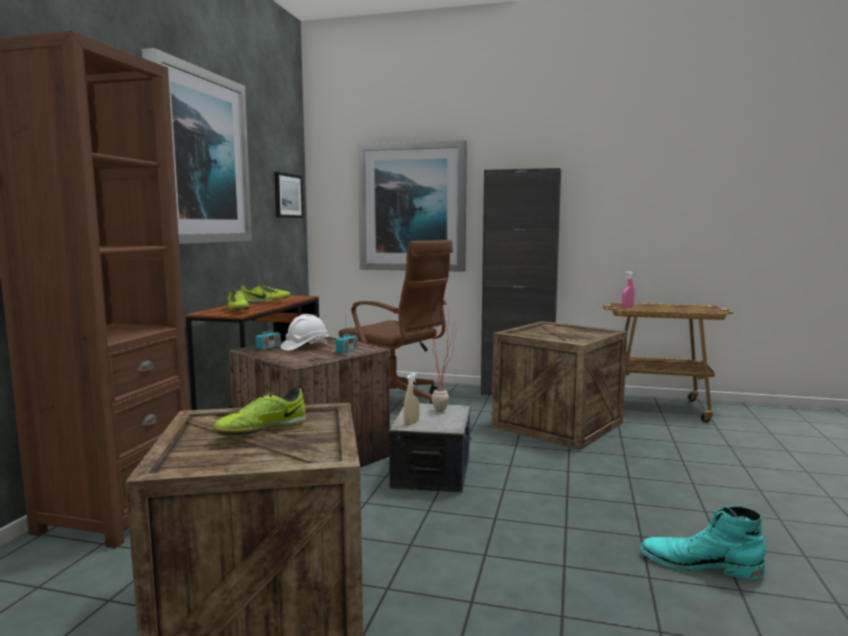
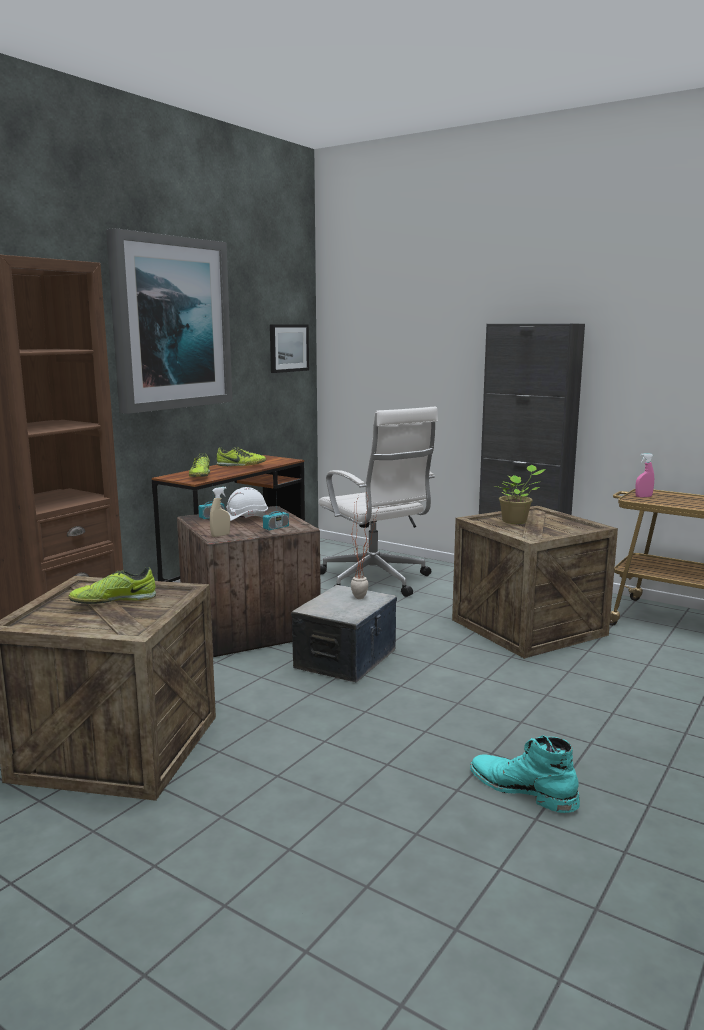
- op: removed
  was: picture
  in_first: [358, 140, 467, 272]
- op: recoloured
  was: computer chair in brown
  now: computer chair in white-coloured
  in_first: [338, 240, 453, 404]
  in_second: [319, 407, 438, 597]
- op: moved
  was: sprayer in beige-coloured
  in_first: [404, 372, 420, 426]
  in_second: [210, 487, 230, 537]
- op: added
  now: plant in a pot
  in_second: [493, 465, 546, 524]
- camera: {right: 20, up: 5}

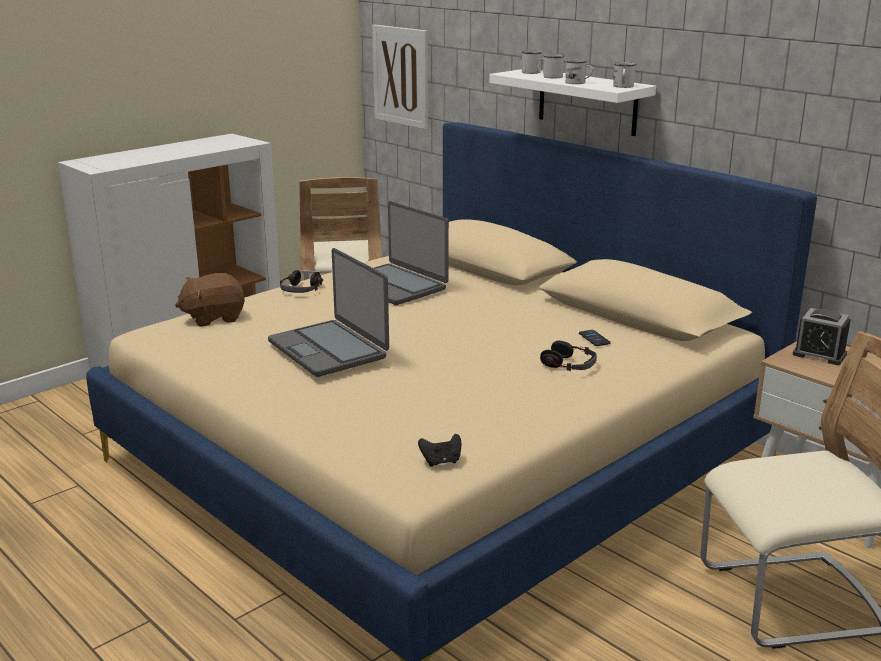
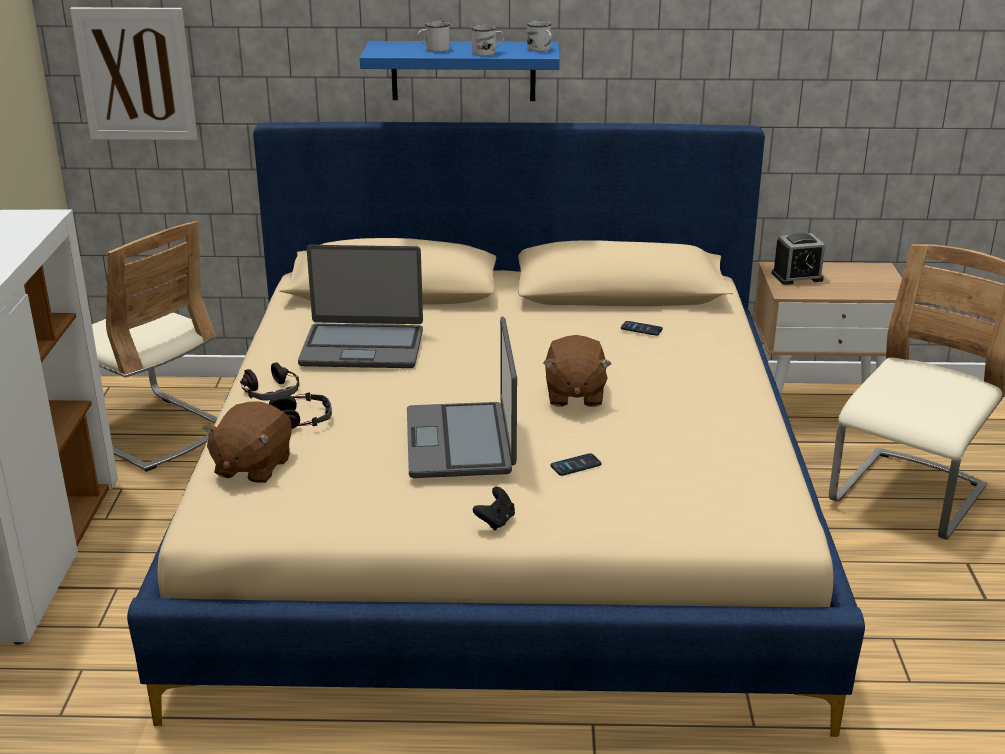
- op: removed
  was: coffee mug in white-coloured
  in_first: [521, 50, 542, 74]
- op: recoloured
  was: shelf in white-coloured
  now: shelf in bluish
  in_first: [489, 69, 656, 136]
  in_second: [360, 41, 560, 101]
- op: turned
  was: notebook computer
  in_first: [268, 248, 389, 377]
  in_second: [407, 316, 517, 478]
  clockwise: 75
- op: moved
  was: headset
  in_first: [540, 341, 597, 371]
  in_second: [269, 392, 332, 429]
- op: moved
  was: game controller in black
  in_first: [418, 434, 461, 467]
  in_second: [473, 487, 515, 530]
- op: added
  now: soft toy in brown
  in_second: [543, 335, 611, 407]
- op: added
  now: handset
  in_second: [551, 453, 601, 476]
- camera: {right: -45, up: 5}

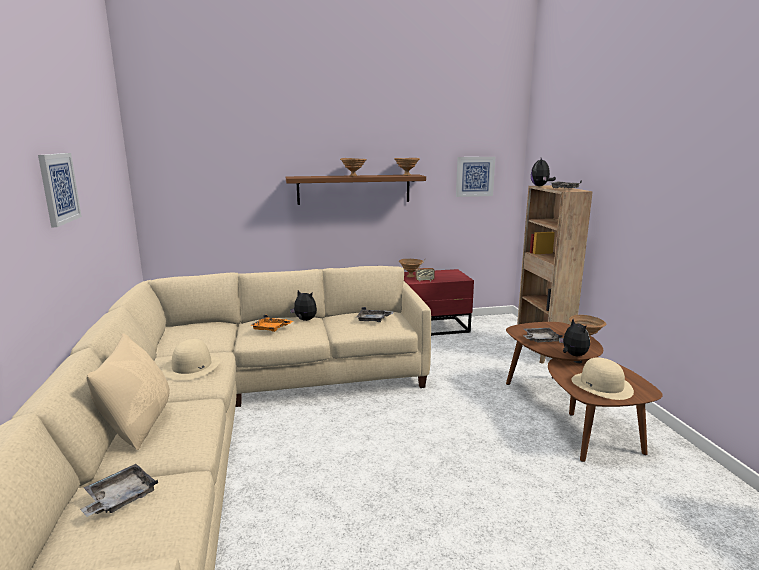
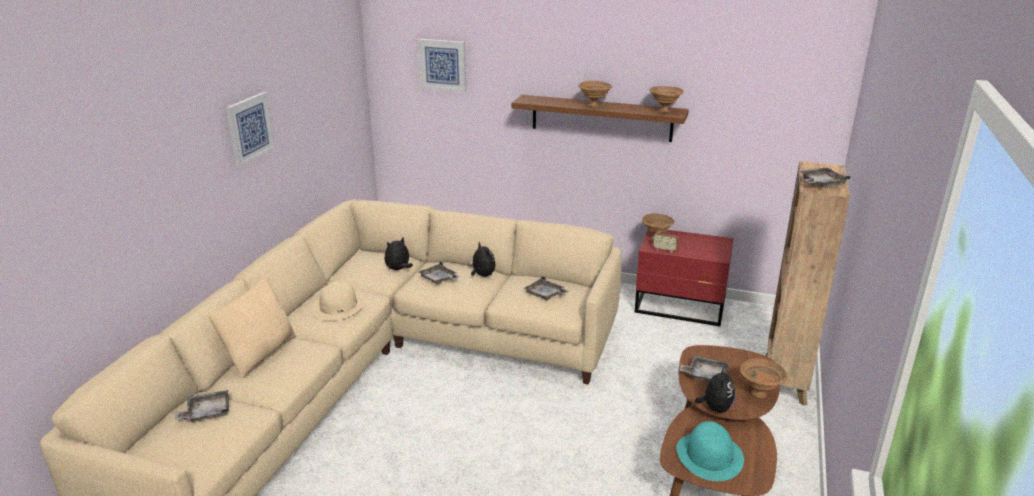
- op: moved
  was: picture
  in_first: [456, 157, 495, 197]
  in_second: [418, 39, 466, 92]
- op: moved
  was: soft toy
  in_first: [531, 158, 556, 186]
  in_second: [384, 237, 413, 270]
- op: recoloured
  was: serving tray in orange-coloured
  now: serving tray in grey
  in_first: [250, 315, 293, 332]
  in_second: [419, 262, 460, 284]
- op: recoloured
  was: hat in beige-coloured
  now: hat in turquoise-coloured
  in_first: [571, 357, 634, 400]
  in_second: [676, 421, 744, 481]
- camera: {right: 30, up: 10}

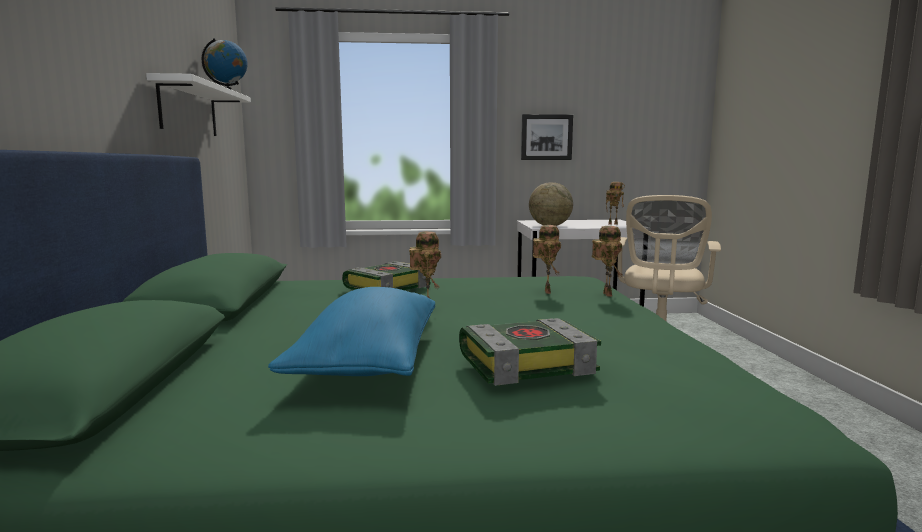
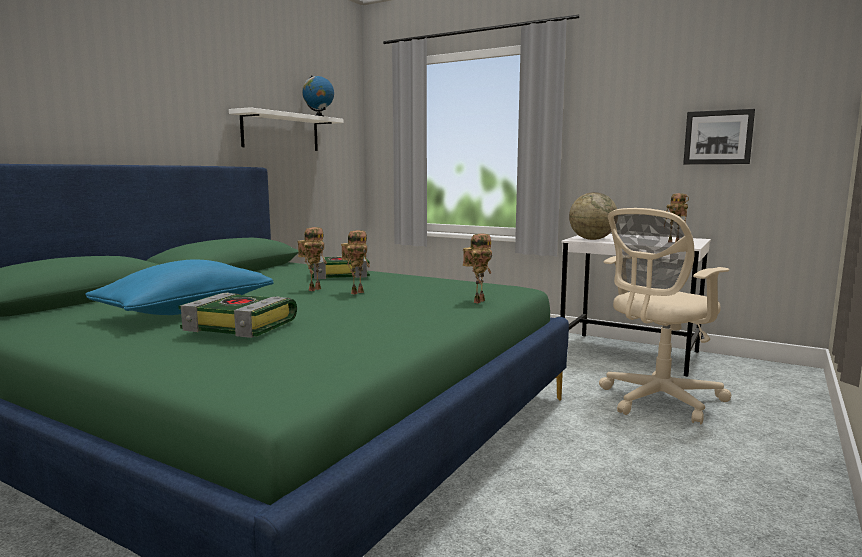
- op: moved
  was: picture
  in_first: [521, 114, 573, 160]
  in_second: [683, 109, 755, 164]
- op: moved
  was: toy robot
  in_first: [533, 225, 561, 294]
  in_second: [341, 230, 370, 295]
- camera: {right: 35, up: 0}

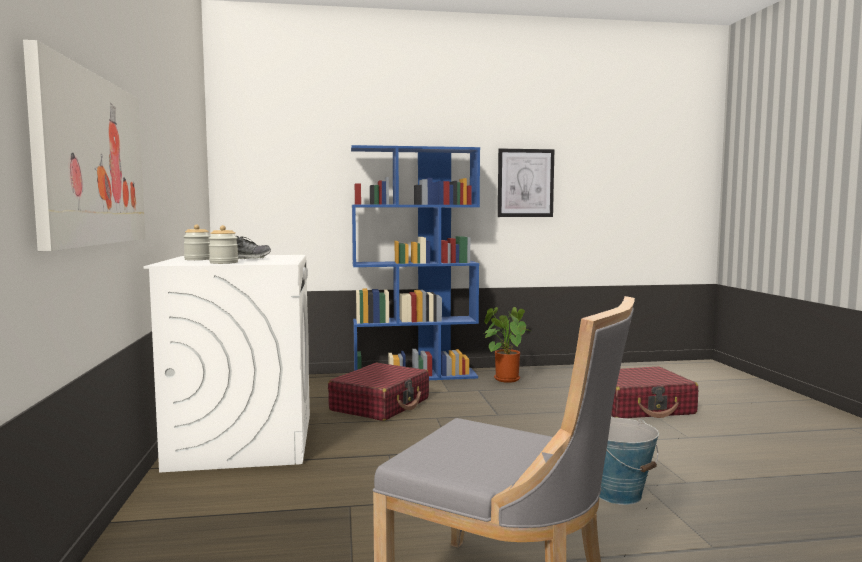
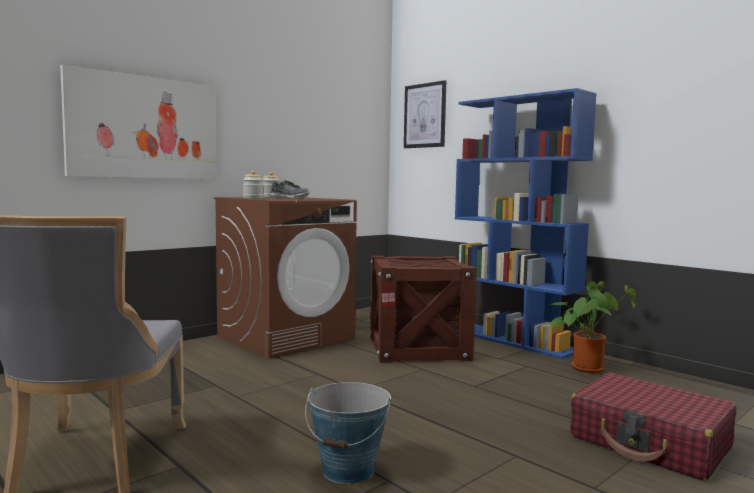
- op: moved
  was: picture
  in_first: [498, 148, 554, 217]
  in_second: [404, 80, 446, 148]
- op: recoloured
  was: laundry appliance in white-coloured
  now: laundry appliance in brown
  in_first: [144, 255, 310, 473]
  in_second: [214, 197, 357, 358]
- op: replaced
  was: travel case in reddish
  now: crate
  in_first: [328, 363, 429, 421]
  in_second: [369, 256, 477, 363]
- camera: {right: 55, up: 0}

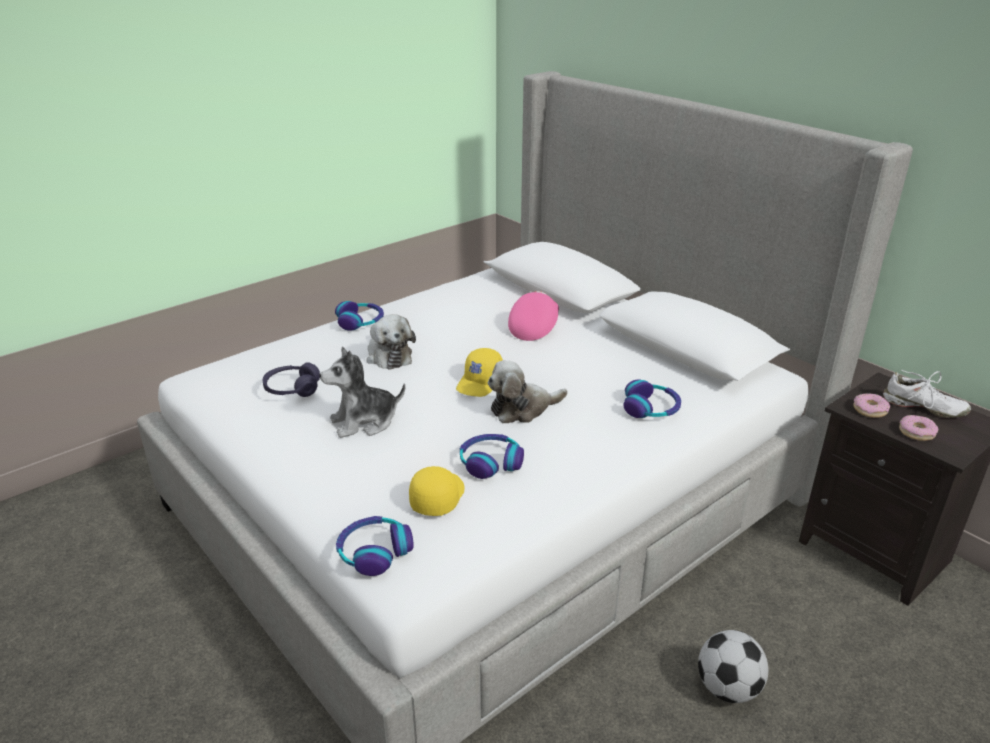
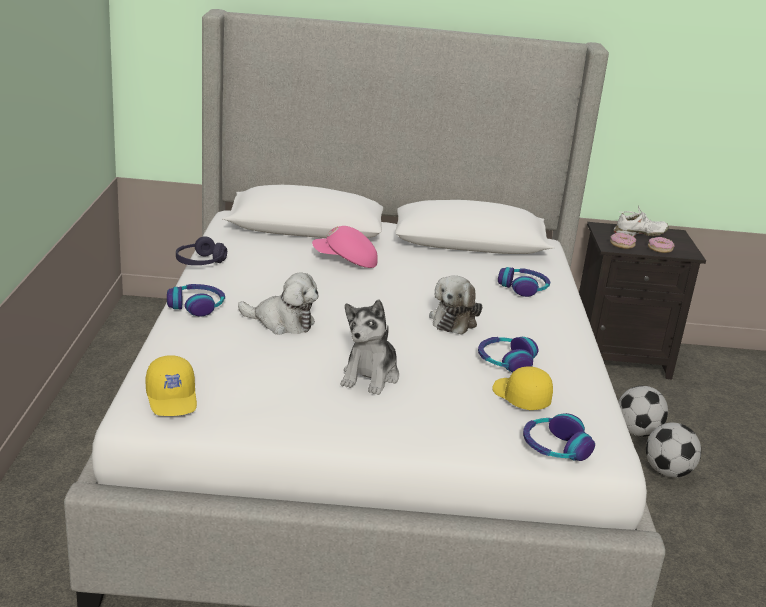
- op: turned
  was: baseball cap in pinkish
  in_first: [508, 291, 559, 341]
  in_second: [312, 226, 378, 268]
  clockwise: -60
- op: moved
  was: baseball cap in yellow-coloured
  in_first: [456, 348, 503, 397]
  in_second: [146, 355, 197, 416]
- op: moved
  was: headset in purplish
  in_first: [262, 362, 320, 397]
  in_second: [176, 236, 227, 265]
- op: added
  now: football ball
  in_second: [618, 386, 668, 437]
- camera: {right: -50, up: -5}

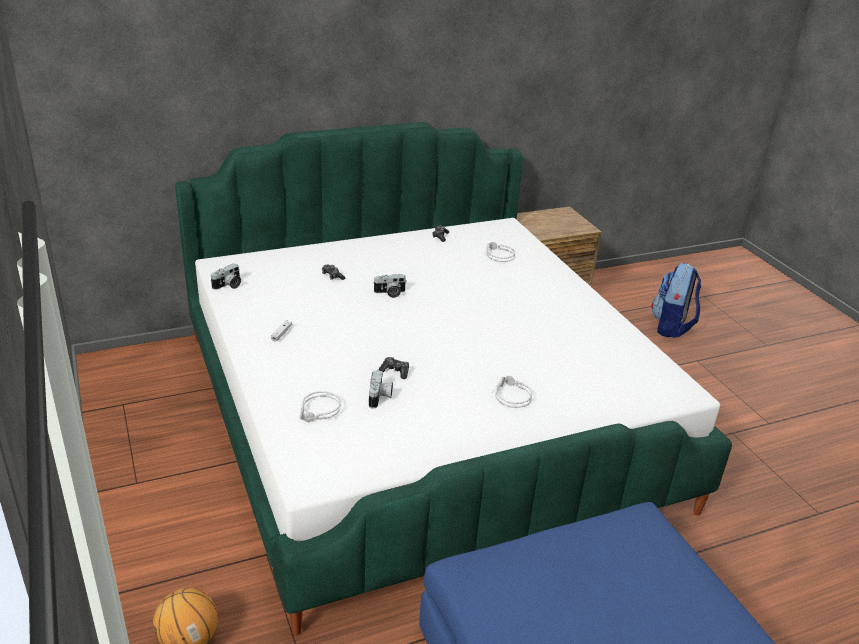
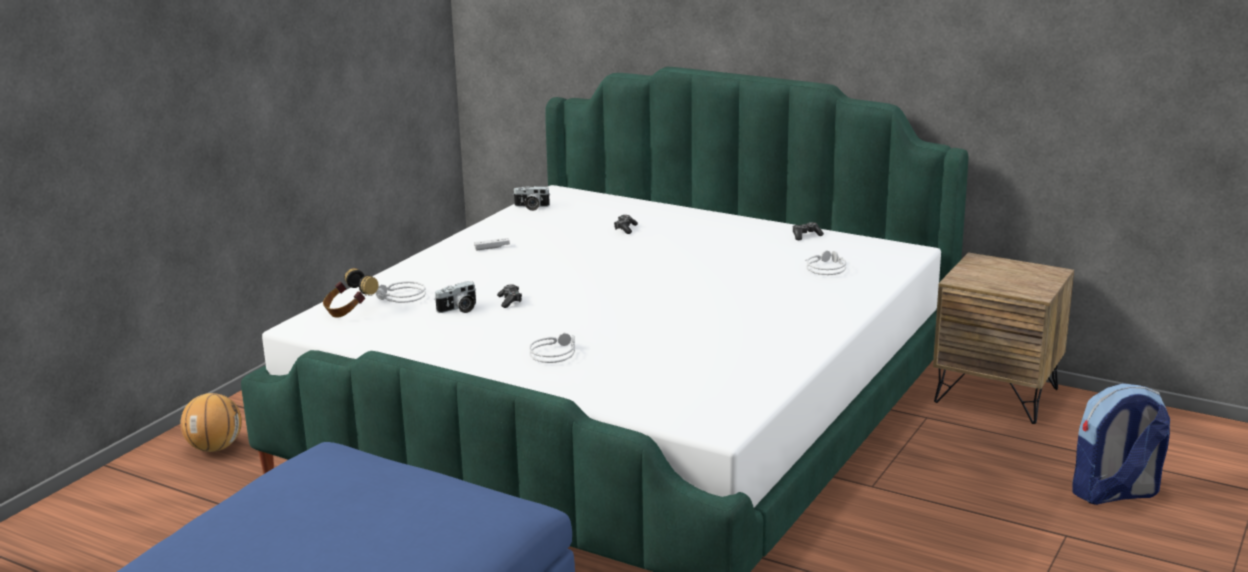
- op: removed
  was: photo camera
  in_first: [374, 274, 406, 298]
- op: added
  now: headset
  in_second: [323, 268, 378, 318]
- camera: {right: 55, up: -10}

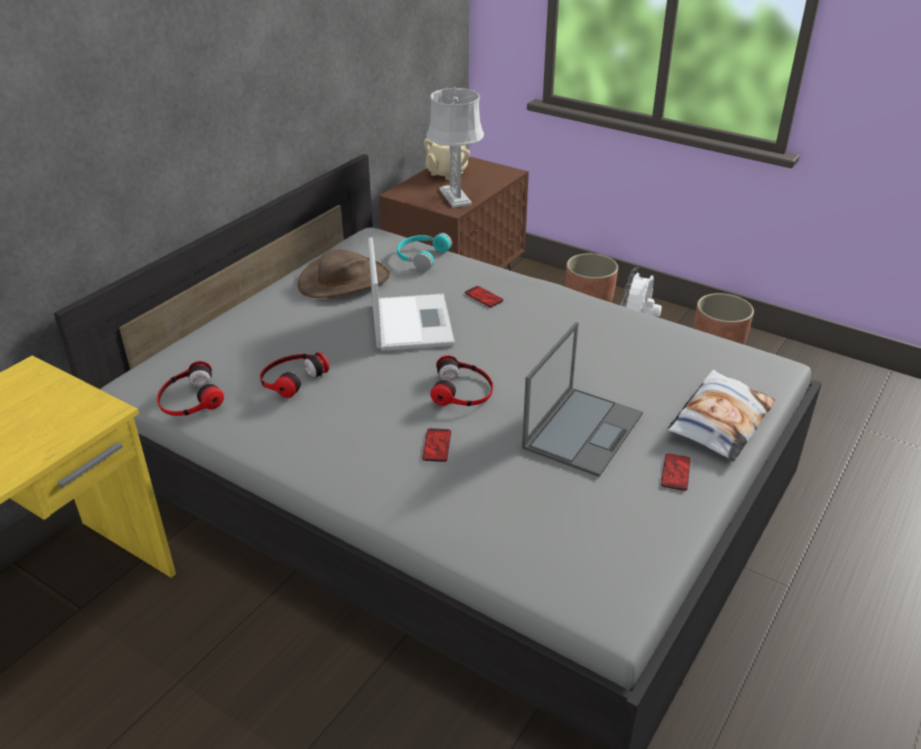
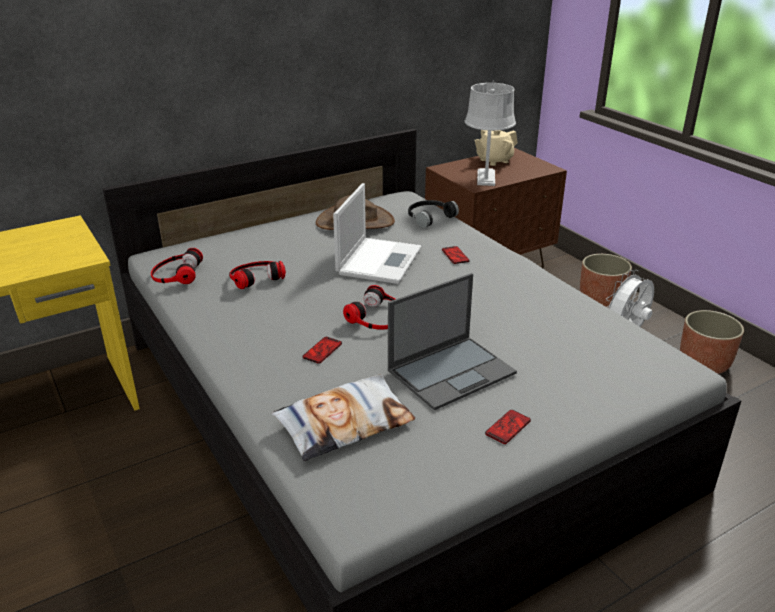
- op: recoloured
  was: headset in turquoise-coloured
  now: headset in black
  in_first: [397, 233, 452, 271]
  in_second: [408, 200, 459, 228]
- op: moved
  was: cushion
  in_first: [667, 370, 775, 461]
  in_second: [271, 374, 415, 461]
- camera: {right: 25, up: -5}

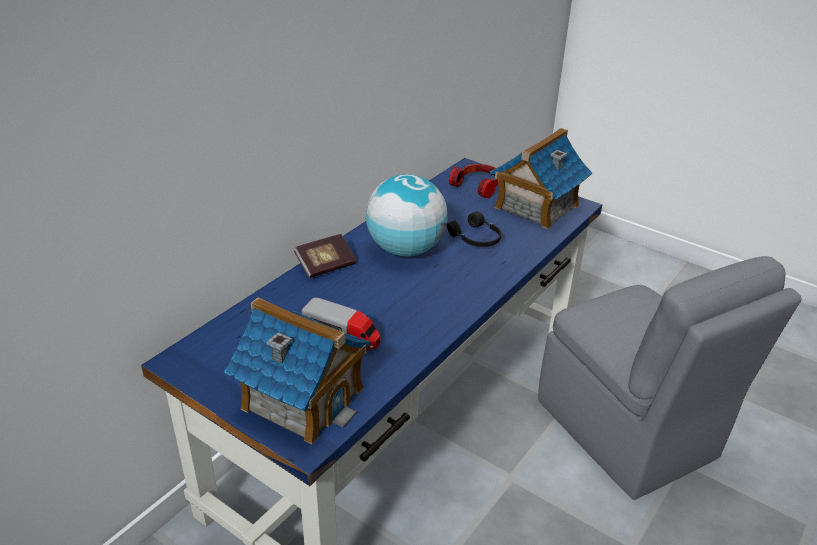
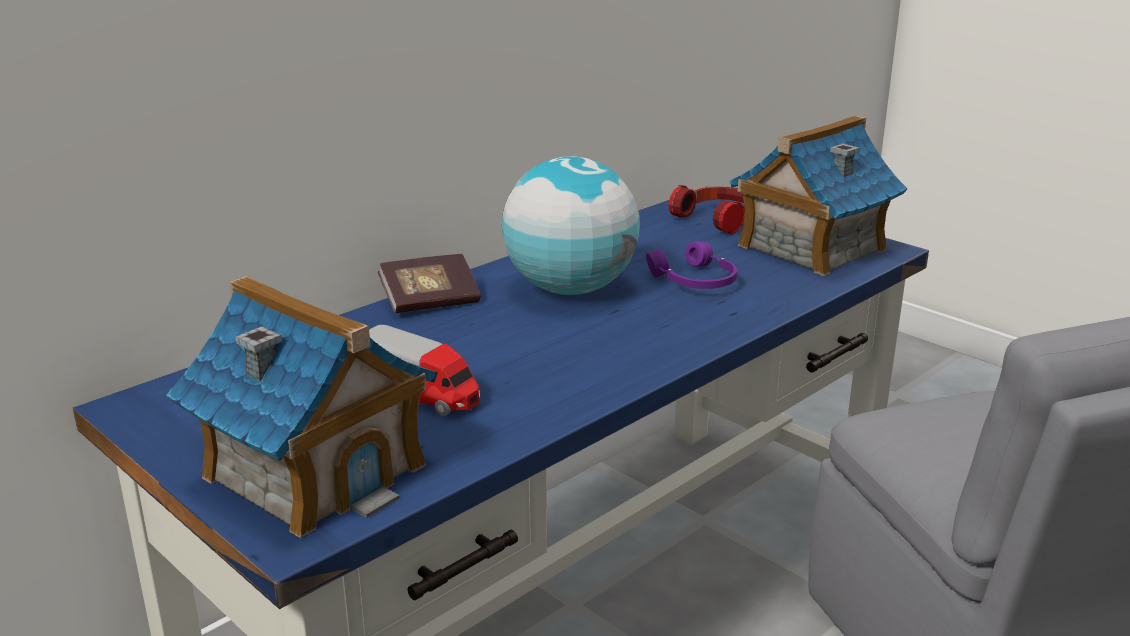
- op: recoloured
  was: headset in black
  now: headset in purplish
  in_first: [447, 211, 501, 247]
  in_second: [646, 241, 737, 289]
- camera: {right: 10, up: -10}

